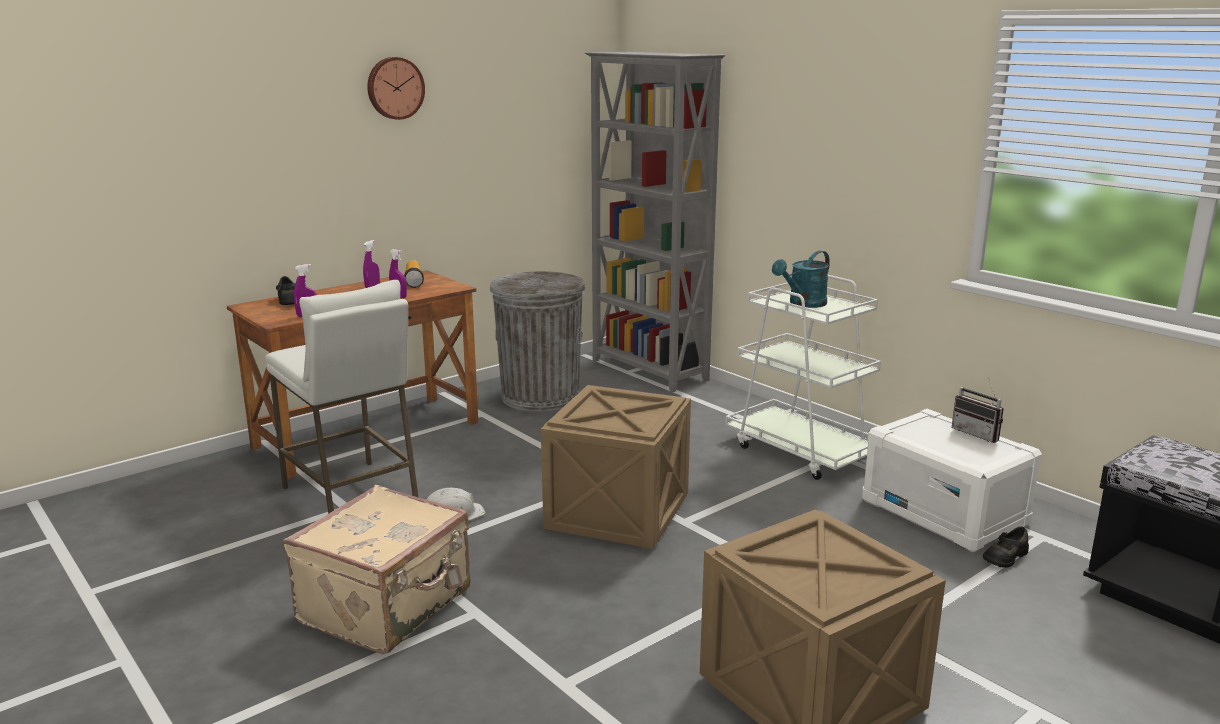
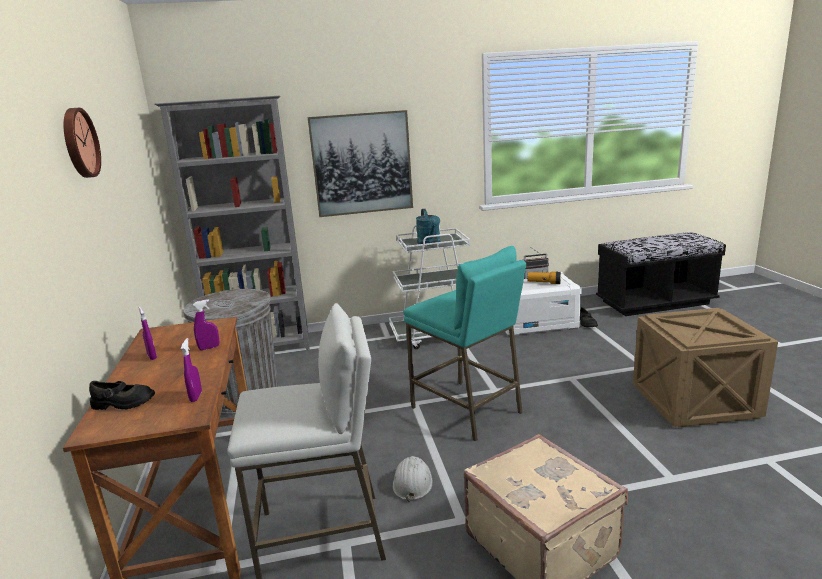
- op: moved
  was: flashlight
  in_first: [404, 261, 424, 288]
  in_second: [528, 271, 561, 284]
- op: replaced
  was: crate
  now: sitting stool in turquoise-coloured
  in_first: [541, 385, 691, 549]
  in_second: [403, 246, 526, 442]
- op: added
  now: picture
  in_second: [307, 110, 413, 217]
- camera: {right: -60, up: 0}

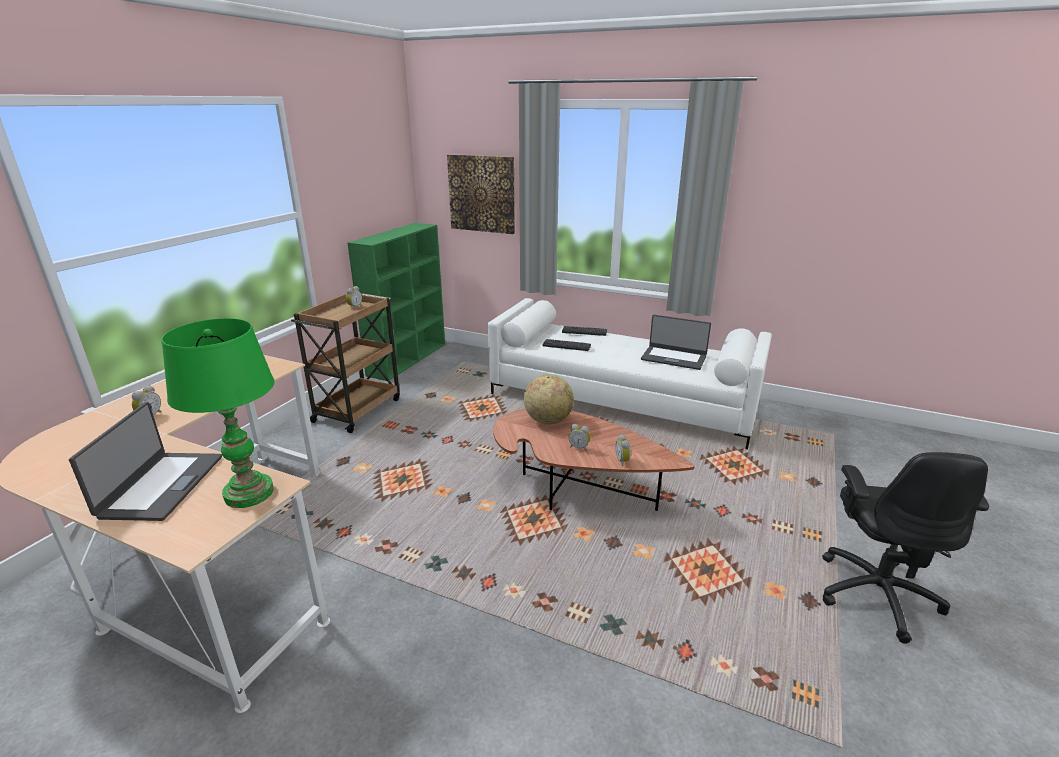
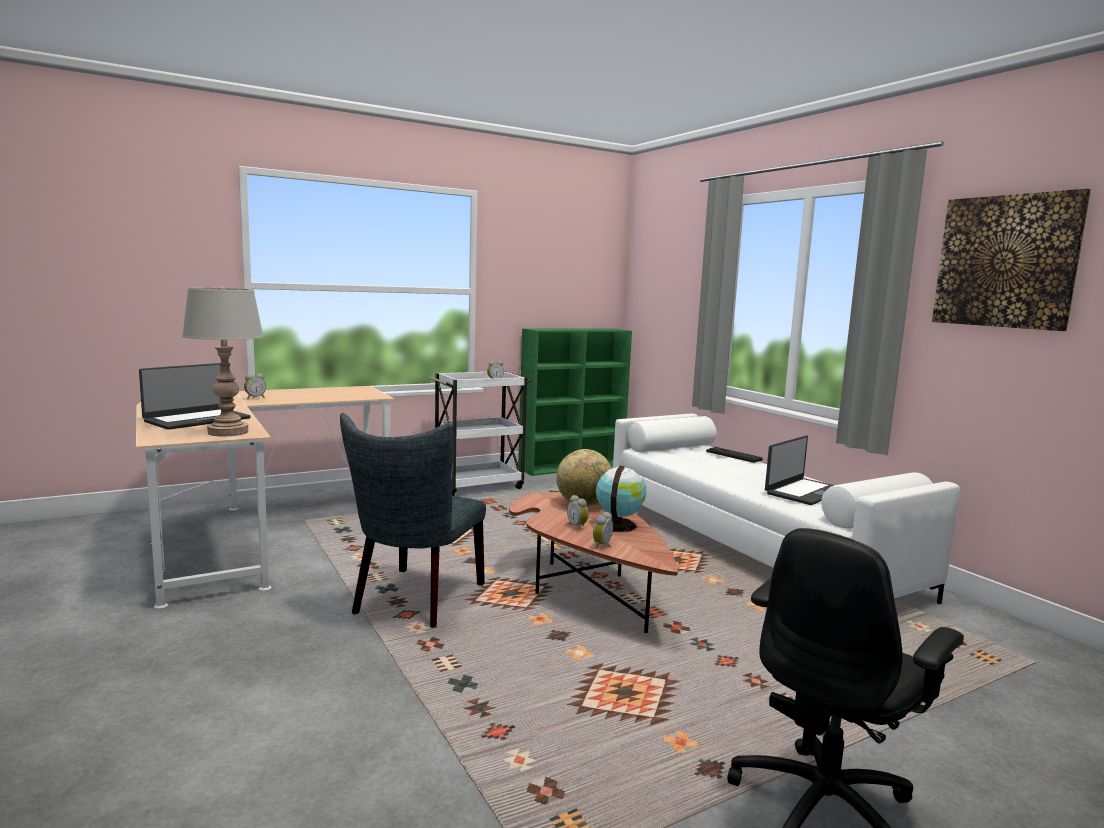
- op: moved
  was: picture
  in_first: [447, 154, 515, 234]
  in_second: [932, 189, 1091, 331]
- op: recoloured
  was: cart in brown
  now: cart in white-coloured
  in_first: [291, 293, 400, 433]
  in_second: [429, 371, 532, 496]
- op: turned
  was: notebook computer
  in_first: [641, 315, 711, 370]
  in_second: [765, 436, 834, 505]
  clockwise: -105
- op: recoloured
  was: table lamp in green-coloured
  now: table lamp in grey
  in_first: [162, 318, 275, 508]
  in_second: [182, 286, 264, 436]
- op: removed
  was: PC keyboard
  in_first: [543, 339, 591, 351]
- op: added
  now: upright chair in grey
  in_second: [340, 413, 486, 628]
- op: added
  now: globe
  in_second: [596, 466, 646, 532]
- camera: {right: 35, up: -15}

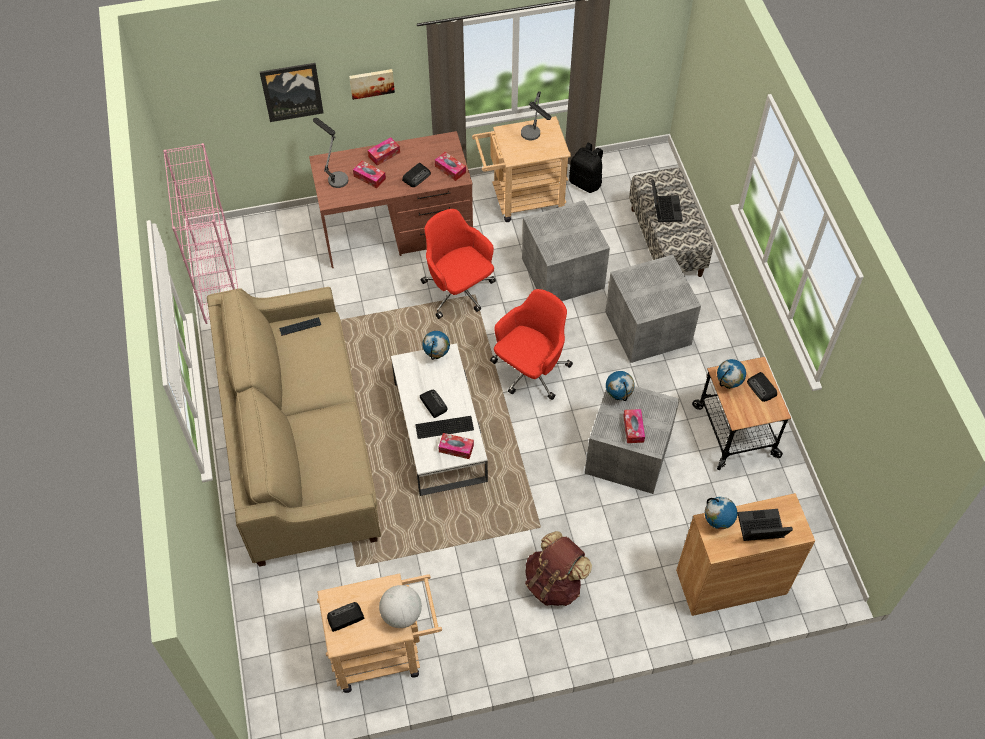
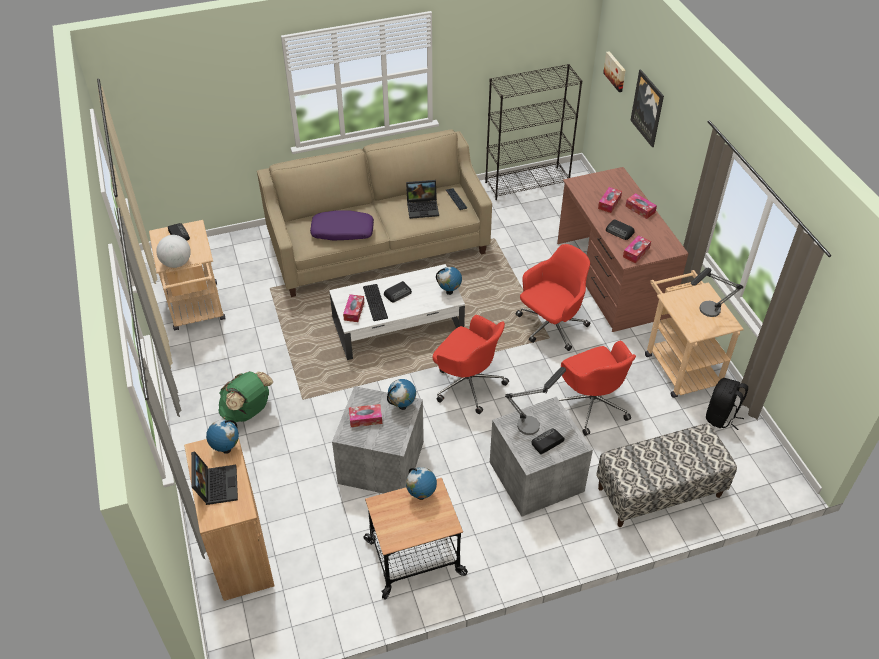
- op: moved
  was: picture
  in_first: [349, 69, 395, 100]
  in_second: [603, 51, 626, 92]
- op: moved
  was: table lamp
  in_first: [313, 118, 348, 188]
  in_second: [505, 367, 566, 435]
- op: recoloured
  was: bookshelf in pinkish
  now: bookshelf in black
  in_first: [163, 143, 238, 324]
  in_second: [485, 64, 582, 200]
- op: moved
  was: notebook computer
  in_first: [651, 180, 683, 222]
  in_second: [406, 180, 439, 219]
- op: replaced
  was: storage box in grey
  now: computer chair in reddish
  in_first: [522, 200, 610, 301]
  in_second: [559, 340, 636, 436]
- op: moved
  was: radio set
  in_first: [747, 372, 777, 402]
  in_second: [531, 428, 564, 454]
- op: recoloured
  was: knapsack in brown
  now: knapsack in green-coloured
  in_first: [525, 531, 592, 606]
  in_second: [218, 371, 273, 423]
- op: added
  now: cushion in purplish
  in_second: [310, 210, 374, 241]
- camera: {right: 85, up: -10}

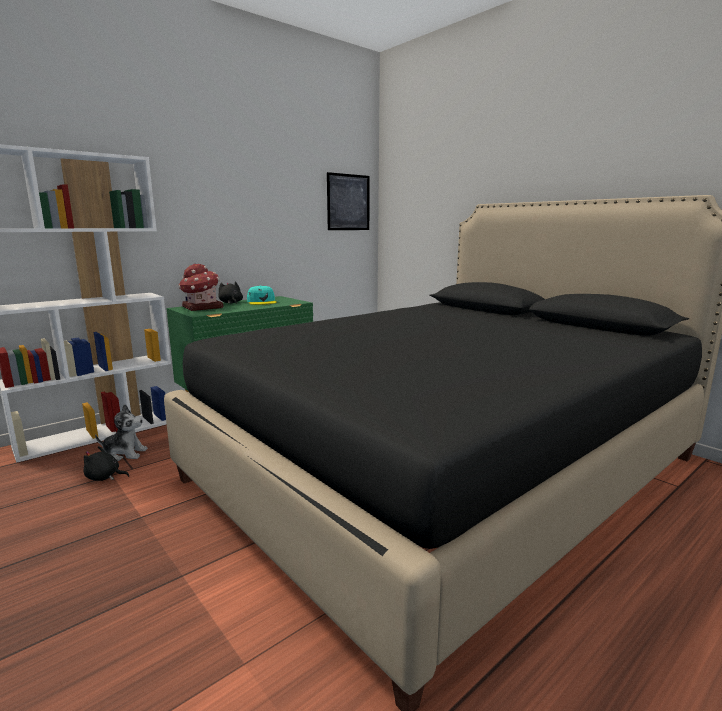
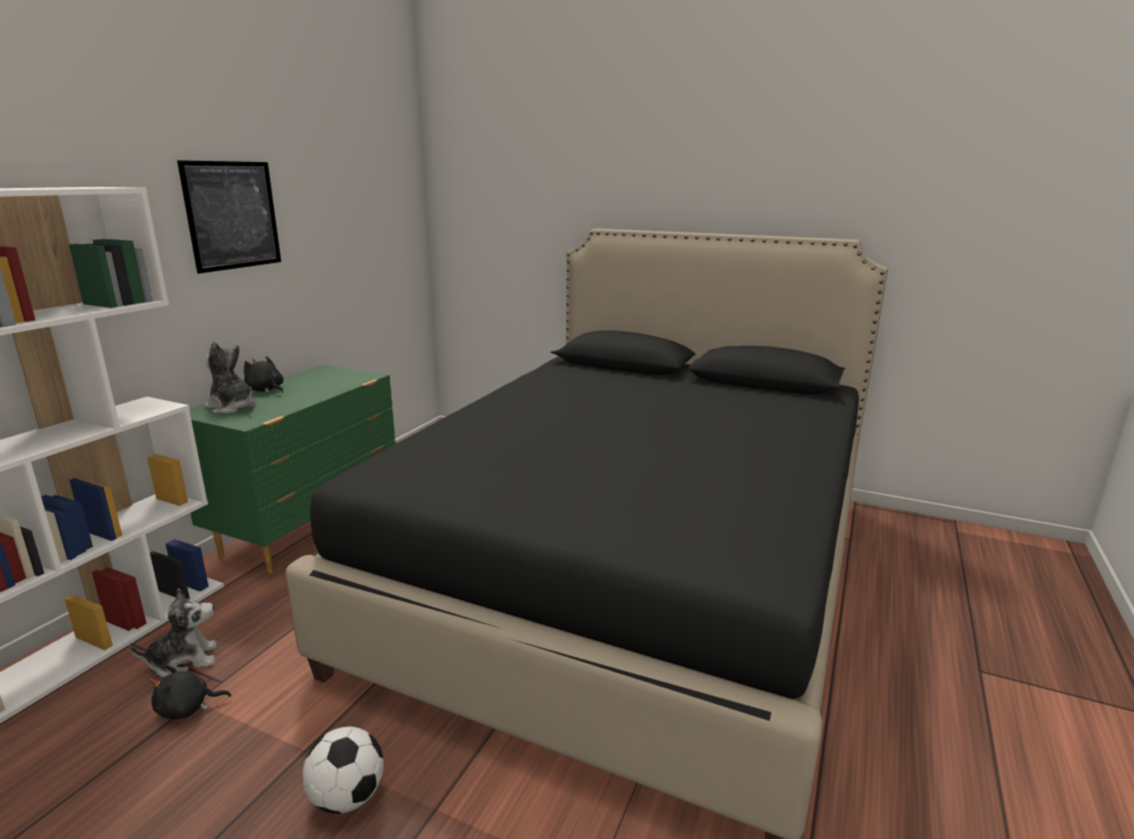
- op: moved
  was: picture
  in_first: [327, 172, 370, 230]
  in_second: [177, 160, 281, 274]
- op: replaced
  was: model house
  now: soft toy
  in_first: [179, 263, 223, 311]
  in_second: [205, 341, 256, 414]
- op: removed
  was: baseball cap in turquoise-coloured
  in_first: [247, 285, 277, 305]
- op: added
  now: football ball
  in_second: [302, 727, 384, 814]
- camera: {right: -25, up: 5}

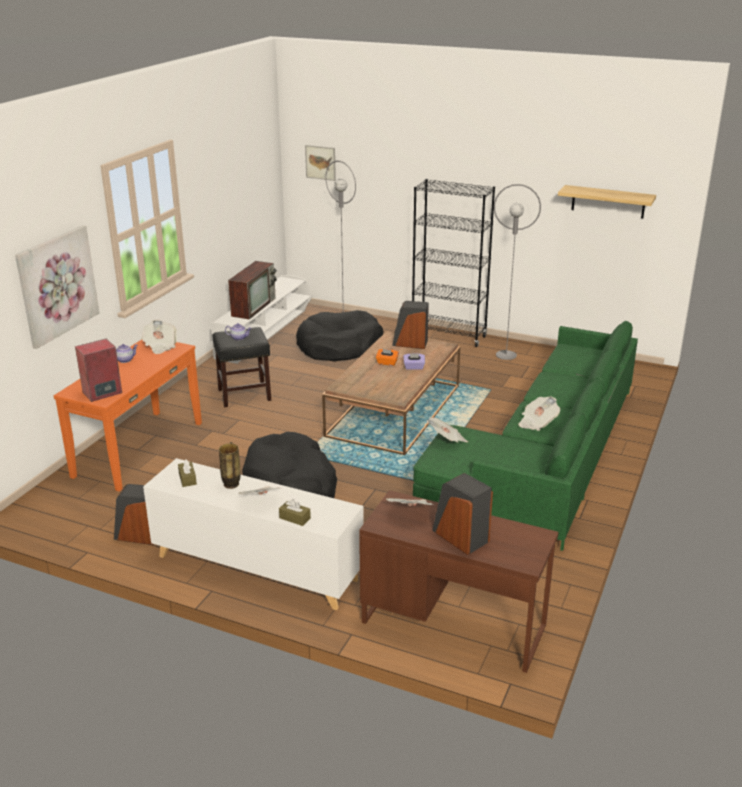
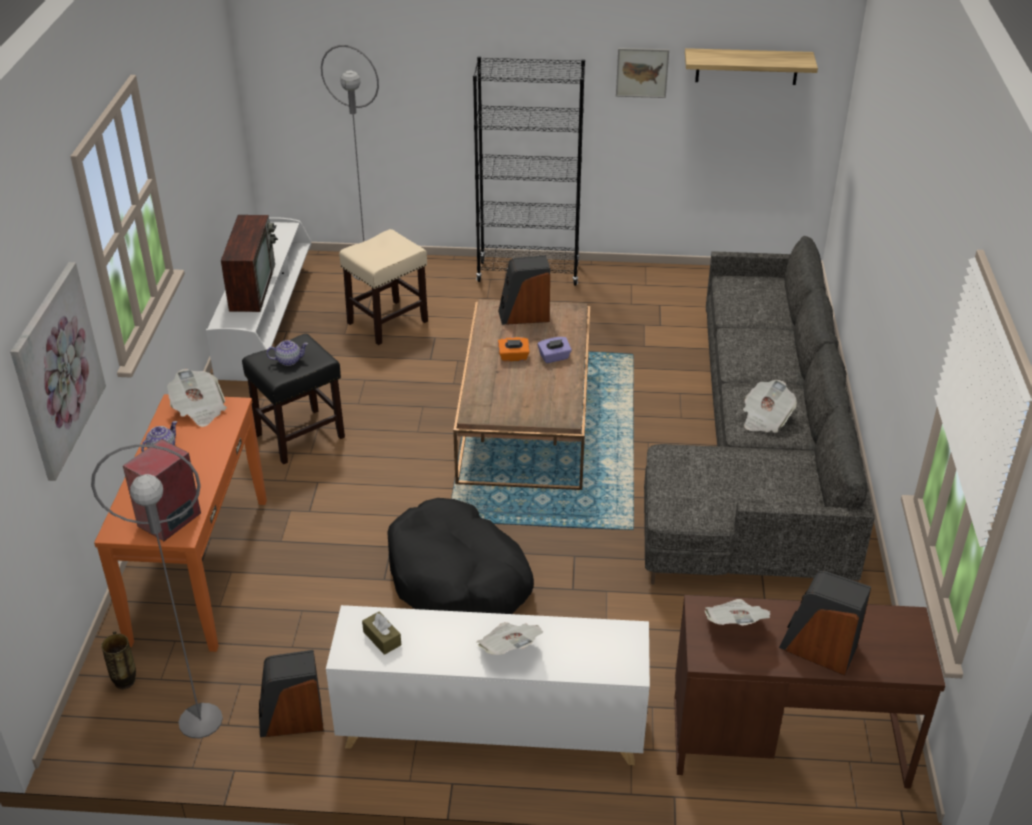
- op: moved
  was: picture
  in_first: [305, 145, 336, 181]
  in_second: [616, 48, 669, 98]
- op: moved
  was: standing lamp in grey
  in_first: [494, 184, 541, 360]
  in_second: [91, 444, 223, 738]
- op: replaced
  was: dog cushion in black
  now: sitting stool in beige-coloured
  in_first: [296, 310, 384, 362]
  in_second: [339, 229, 428, 345]
- op: recoloured
  was: settee in green-coloured
  now: settee in grey
  in_first: [413, 321, 638, 551]
  in_second: [644, 236, 875, 584]
- op: removed
  was: daily paper
  in_first: [426, 418, 468, 442]
- op: moved
  was: decorative vase
  in_first: [219, 442, 241, 489]
  in_second: [101, 631, 136, 690]
- op: removed
  was: box of tissues in brown
  in_first: [279, 499, 311, 526]
- camera: {right: -20, up: 10}

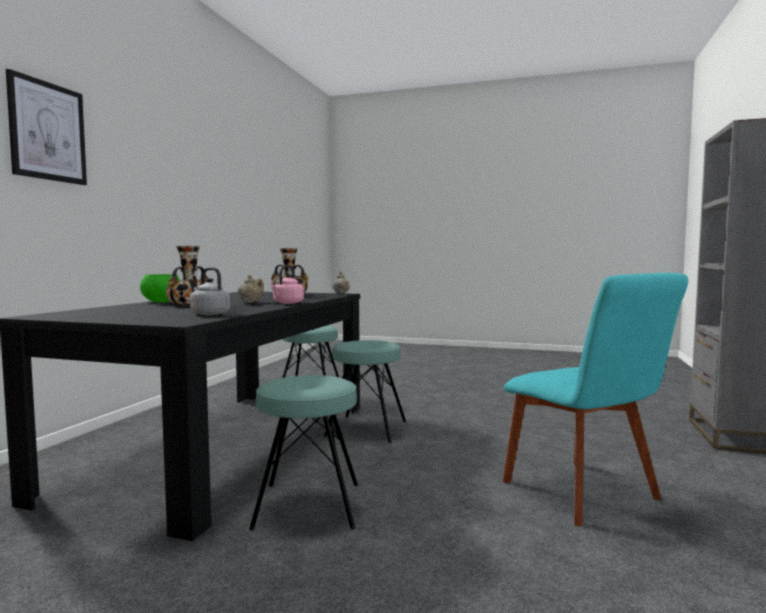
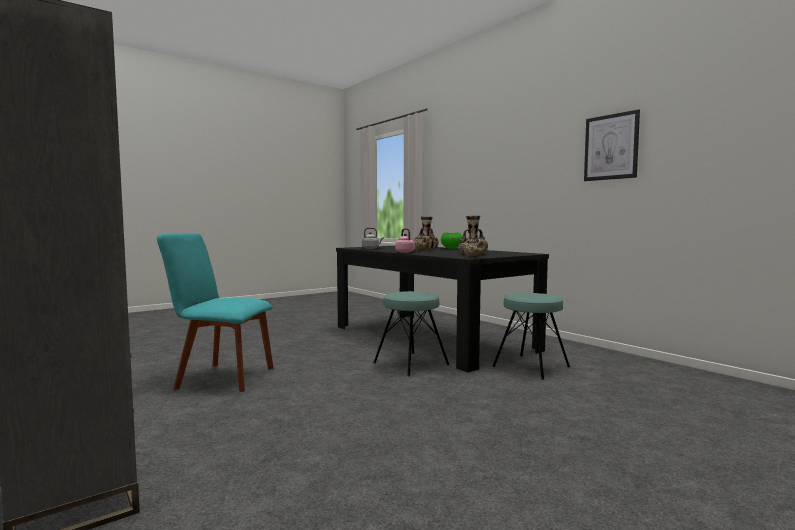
- op: moved
  was: picture
  in_first: [6, 68, 87, 185]
  in_second: [584, 109, 640, 181]
- op: removed
  was: sitting stool in turquoise-coloured
  in_first: [249, 375, 358, 530]
- camera: {right: 125, up: 0}

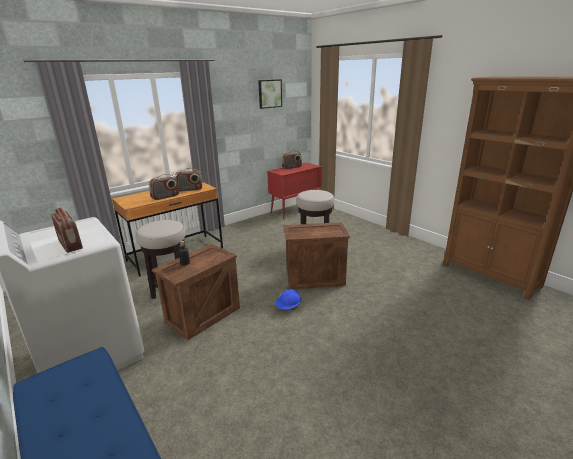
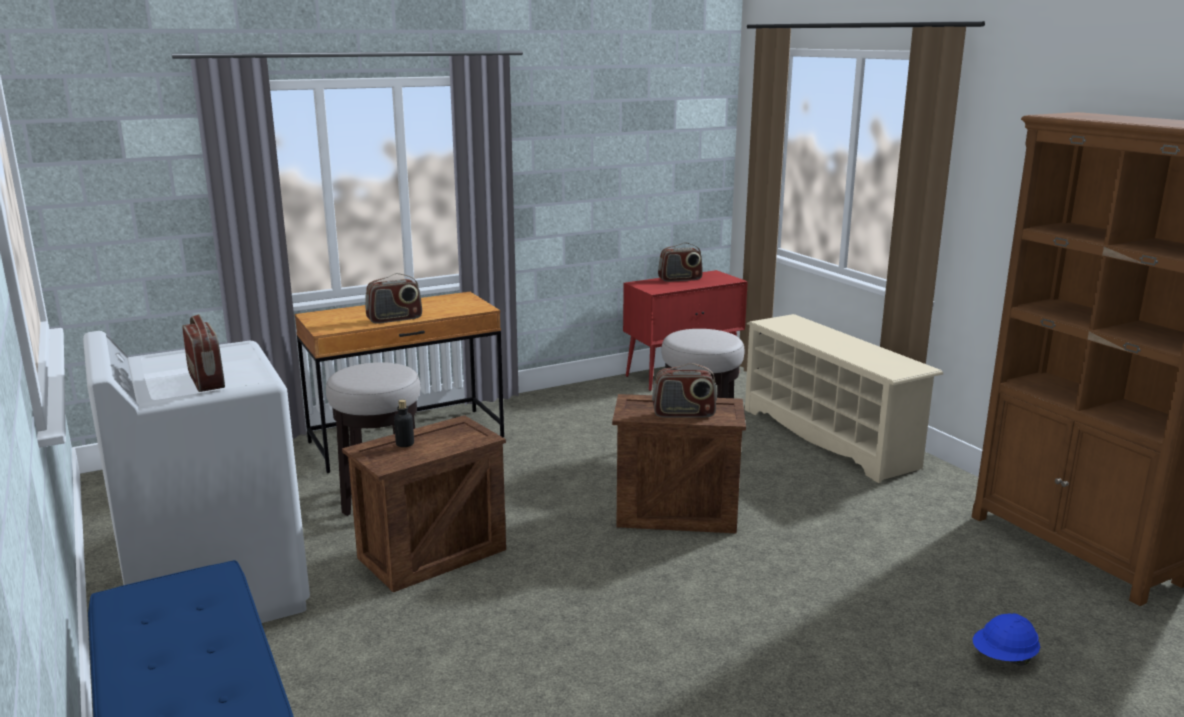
- op: removed
  was: picture
  in_first: [258, 79, 282, 109]
- op: moved
  was: radio set
  in_first: [175, 168, 203, 191]
  in_second: [652, 363, 717, 418]
- op: moved
  was: hard hat in bluish
  in_first: [275, 289, 302, 310]
  in_second: [973, 613, 1040, 666]
- op: added
  now: shoe rack in beige-coloured
  in_second: [745, 314, 943, 483]
- camera: {right: 10, up: -5}

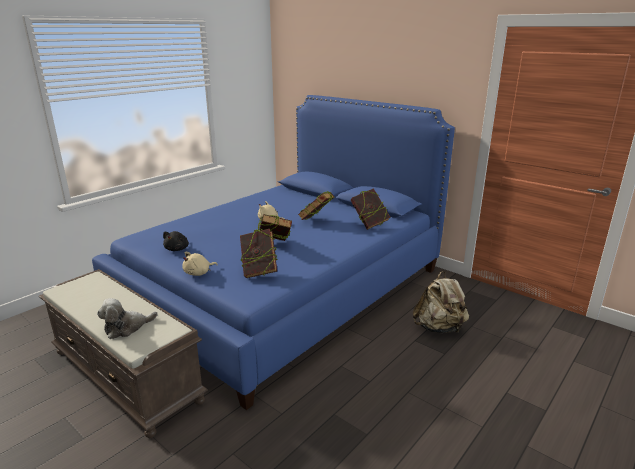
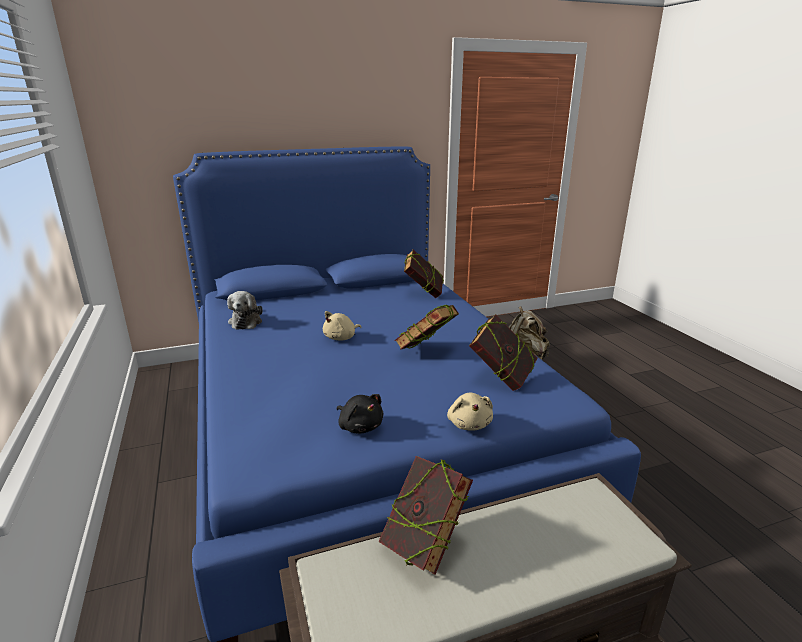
- op: moved
  was: book
  in_first: [298, 191, 334, 220]
  in_second: [378, 456, 473, 575]
- op: moved
  was: soft toy
  in_first: [97, 298, 158, 339]
  in_second: [227, 291, 263, 330]
- camera: {right: -60, up: 0}

